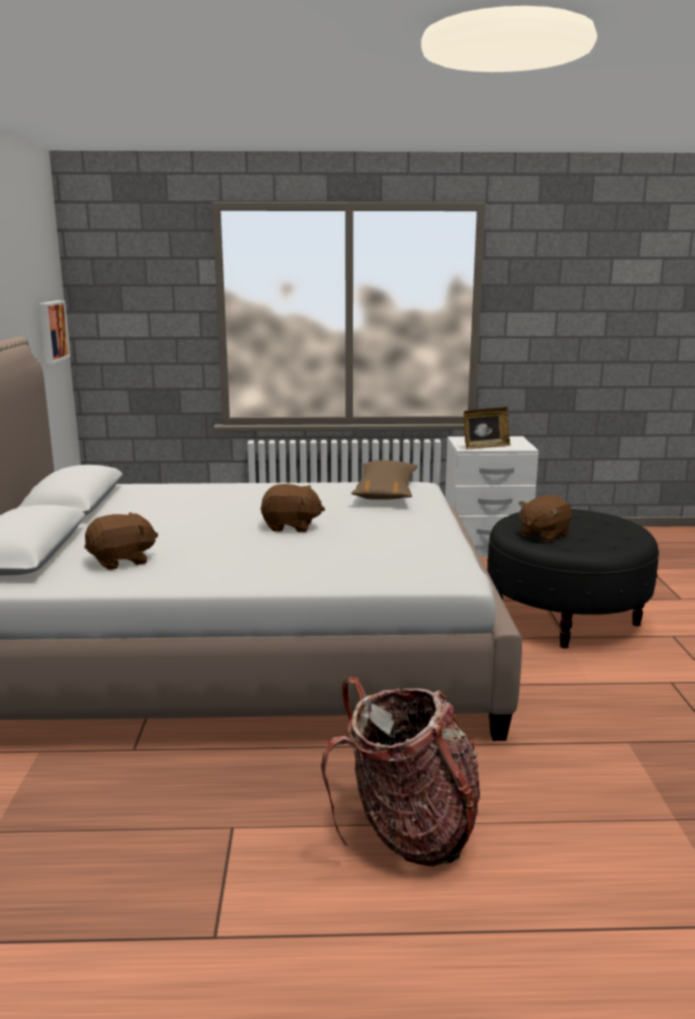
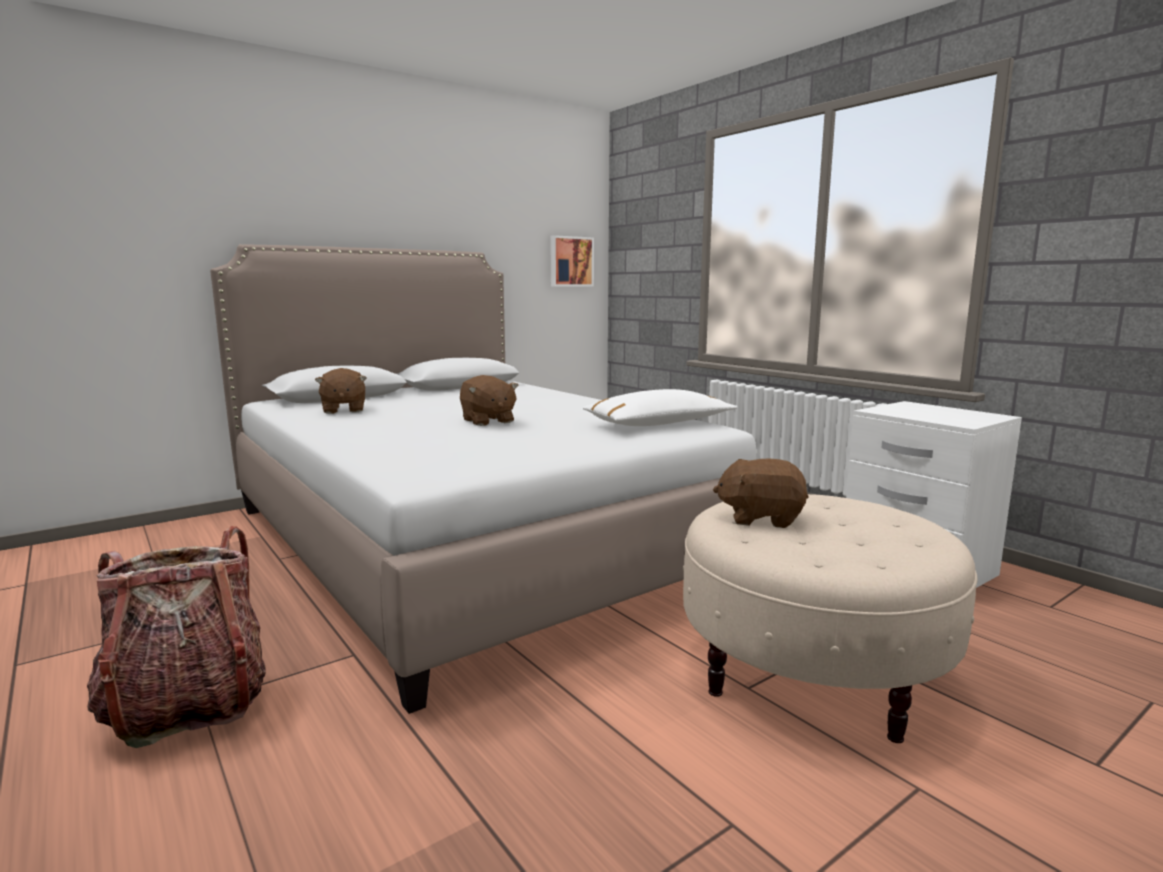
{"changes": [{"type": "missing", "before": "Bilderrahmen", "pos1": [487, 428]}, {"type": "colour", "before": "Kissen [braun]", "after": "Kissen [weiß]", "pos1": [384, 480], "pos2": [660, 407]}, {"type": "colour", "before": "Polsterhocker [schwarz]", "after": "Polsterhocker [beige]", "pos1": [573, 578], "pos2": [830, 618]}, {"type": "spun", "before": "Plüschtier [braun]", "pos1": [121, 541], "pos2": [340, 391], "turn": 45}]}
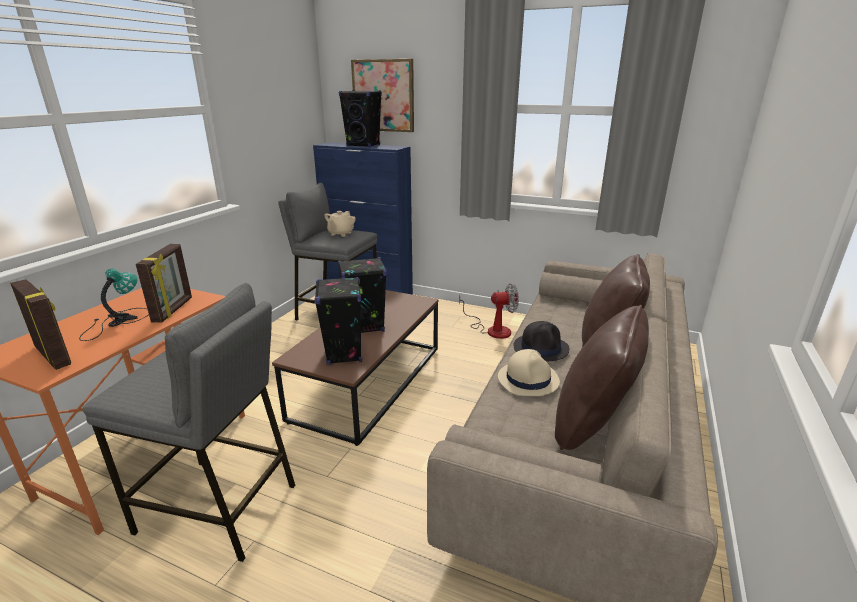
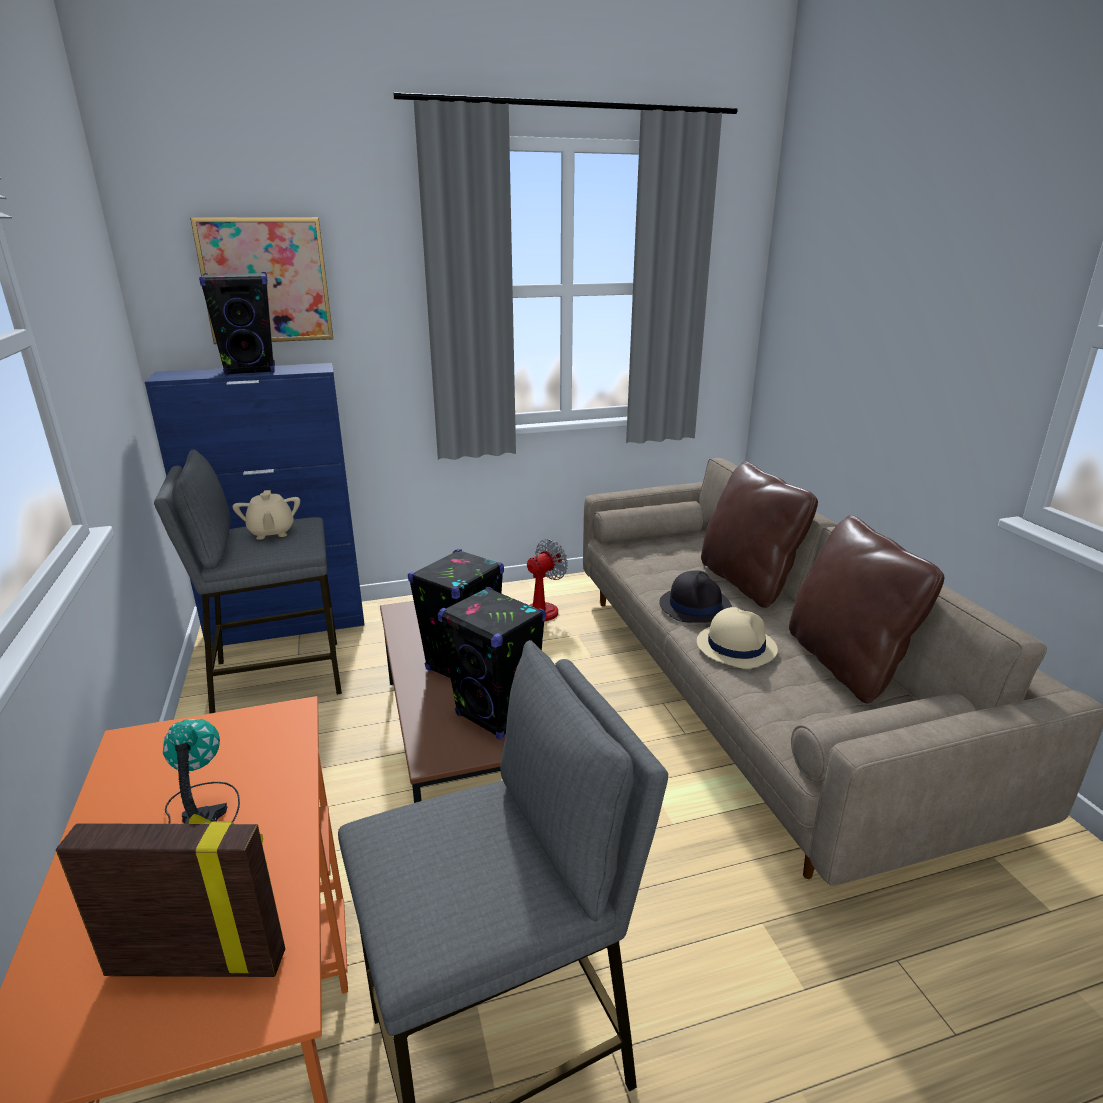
{"changes": [{"type": "missing", "before": "Bilderrahmen", "pos1": [164, 283]}]}
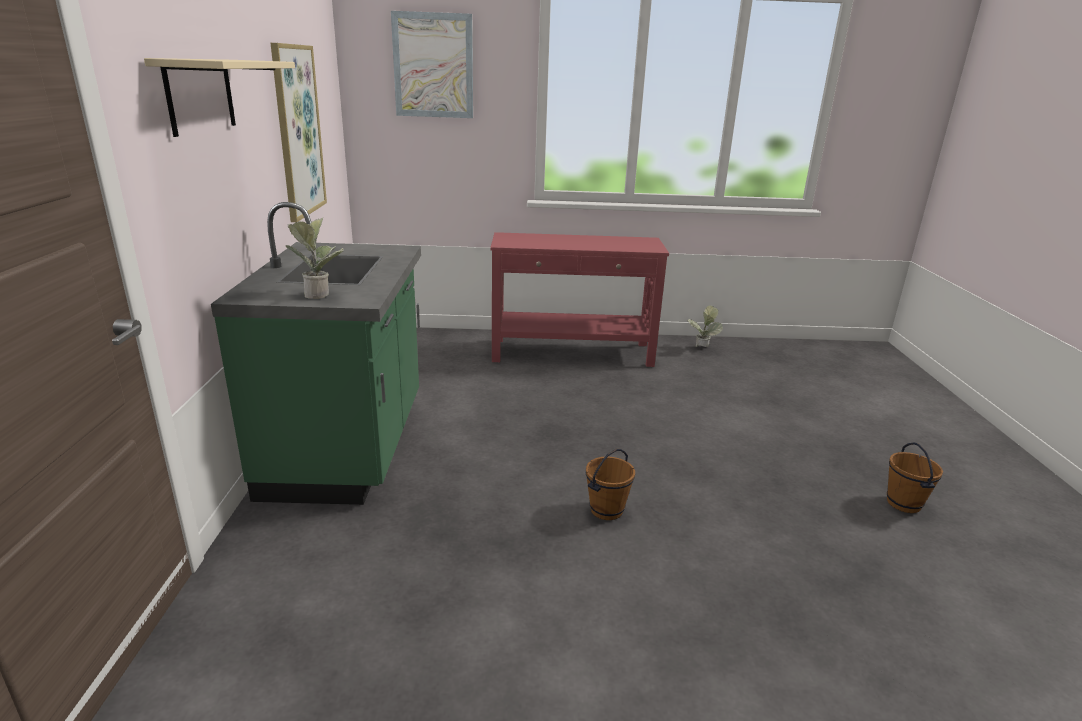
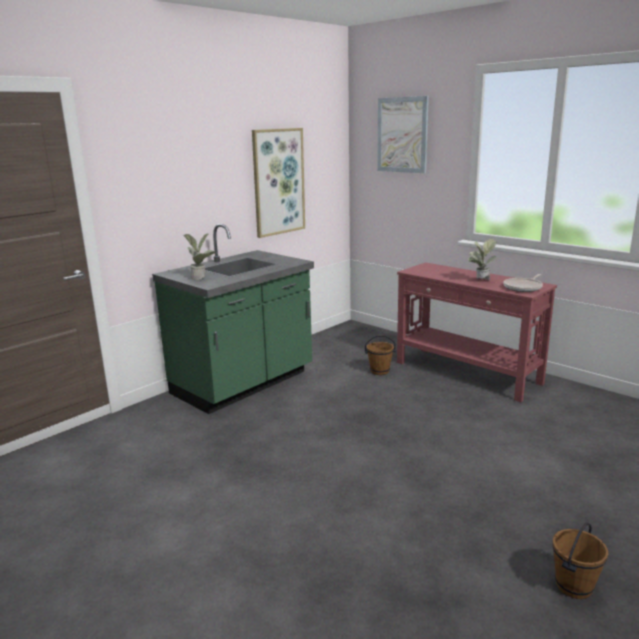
{"changes": [{"type": "missing", "before": "Wandregal [beige]", "pos1": [219, 97]}, {"type": "appeared", "after": "Pfanne", "pos2": [523, 283]}, {"type": "relocated", "before": "Eimer [braun]", "pos1": [610, 484], "pos2": [380, 355]}, {"type": "relocated", "before": "Topfpflanze", "pos1": [705, 326], "pos2": [482, 260]}]}
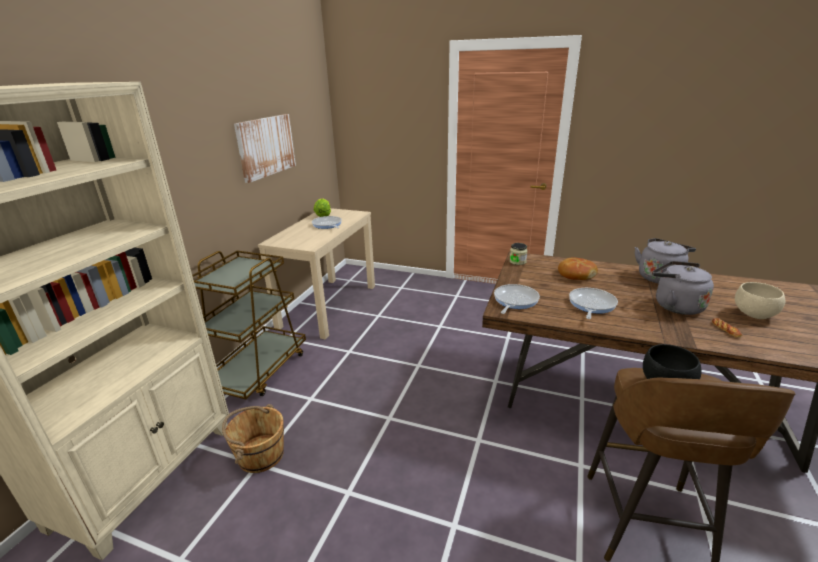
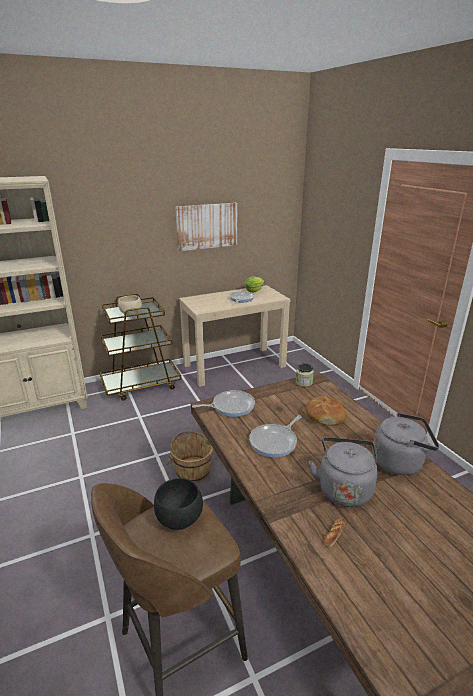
{"changes": [{"type": "relocated", "before": "Eimer [braun]", "pos1": [253, 438], "pos2": [189, 456]}, {"type": "relocated", "before": "Schüssel [beige]", "pos1": [760, 300], "pos2": [130, 305]}, {"type": "spun", "before": "Pfanne", "pos1": [593, 303], "pos2": [275, 436], "turn": 150}]}
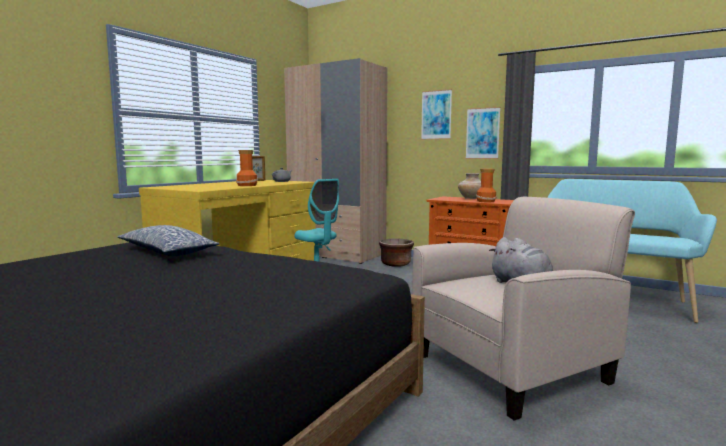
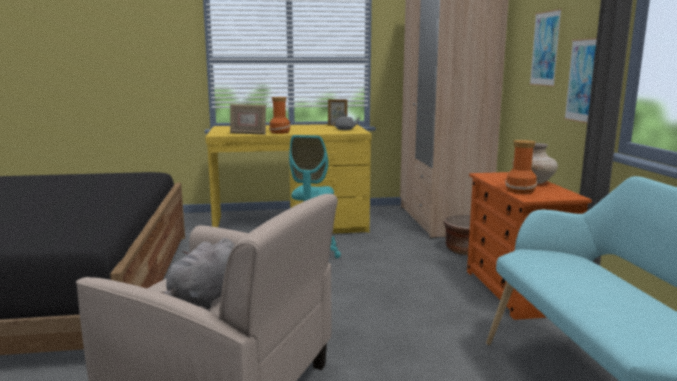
{"changes": [{"type": "missing", "before": "Kissen", "pos1": [168, 240]}, {"type": "appeared", "after": "Bilderrahmen", "pos2": [248, 119]}]}
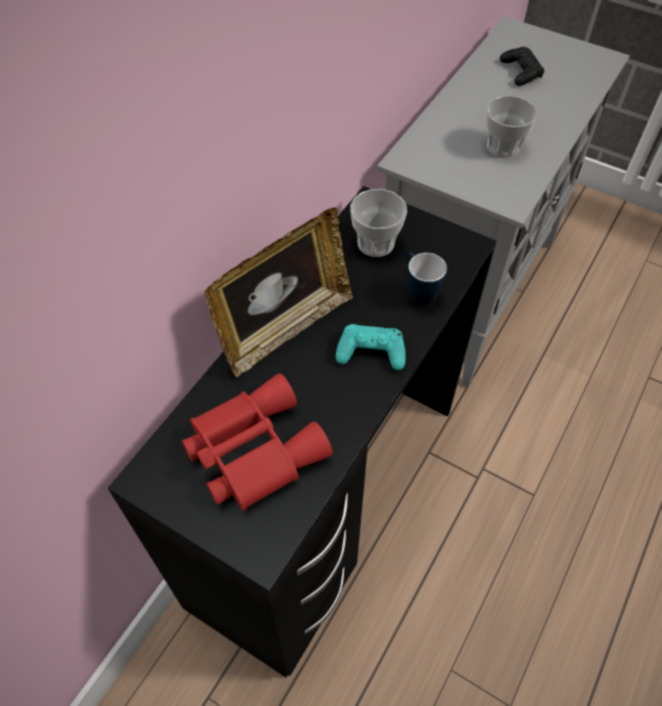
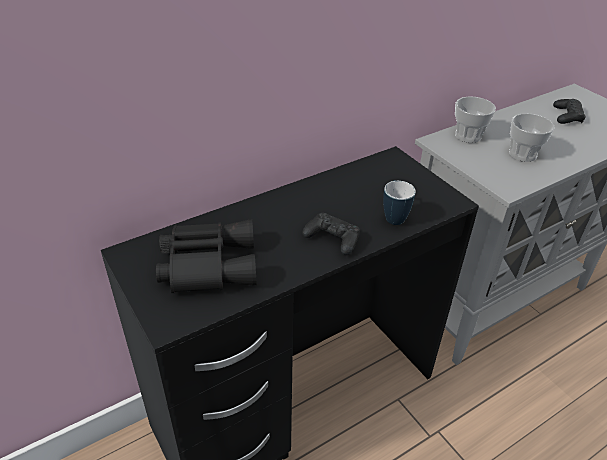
{"changes": [{"type": "missing", "before": "Bilderrahmen", "pos1": [278, 292]}, {"type": "relocated", "before": "Tasse", "pos1": [378, 223], "pos2": [475, 119]}, {"type": "colour", "before": "Fernglas [rot]", "after": "Fernglas [schwarz]", "pos1": [257, 442], "pos2": [206, 256]}, {"type": "colour", "before": "Gamepad [türkis]", "after": "Gamepad [schwarz]", "pos1": [371, 347], "pos2": [331, 234]}]}
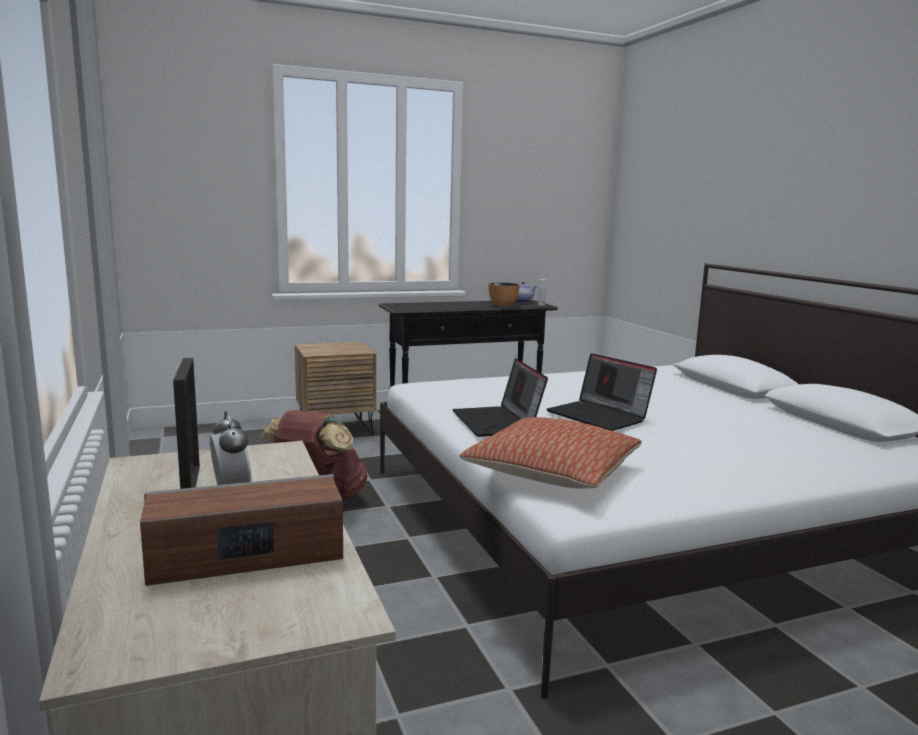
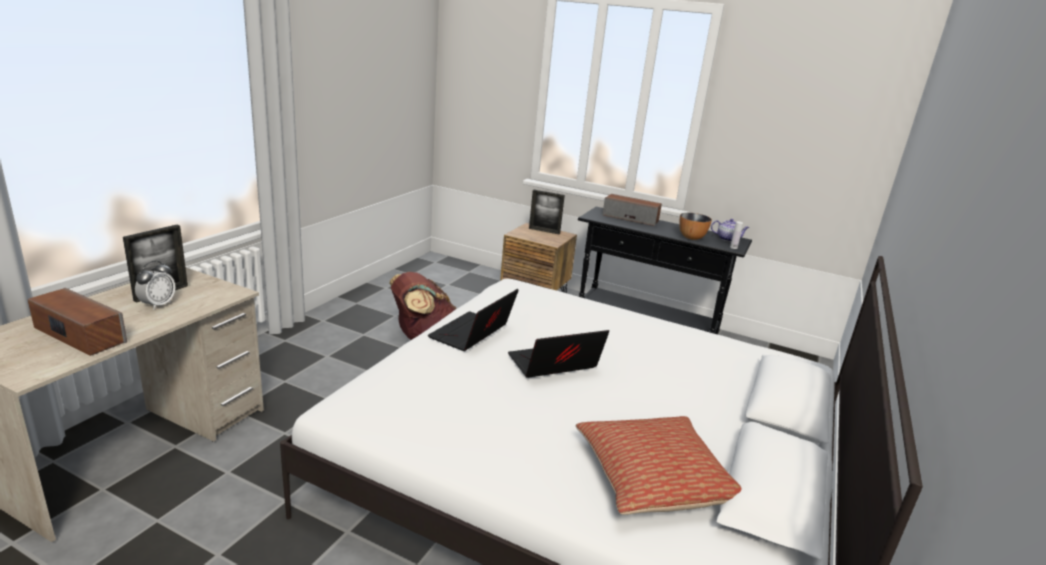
{"changes": [{"type": "appeared", "after": "Bilderrahmen", "pos2": [547, 212]}, {"type": "appeared", "after": "Lautsprecher", "pos2": [632, 210]}, {"type": "relocated", "before": "Kissen", "pos1": [551, 453], "pos2": [659, 465]}, {"type": "spun", "before": "Laptop", "pos1": [602, 392], "pos2": [558, 354], "turn": 60}]}
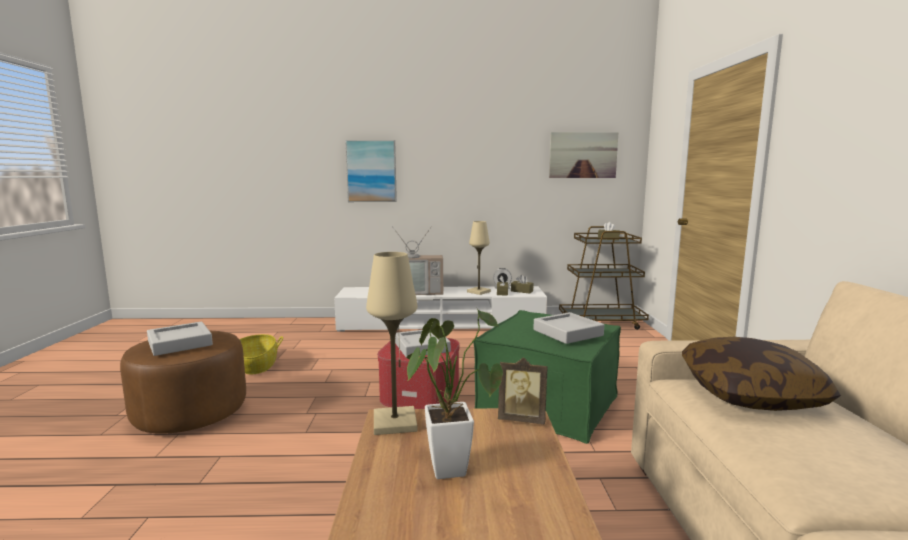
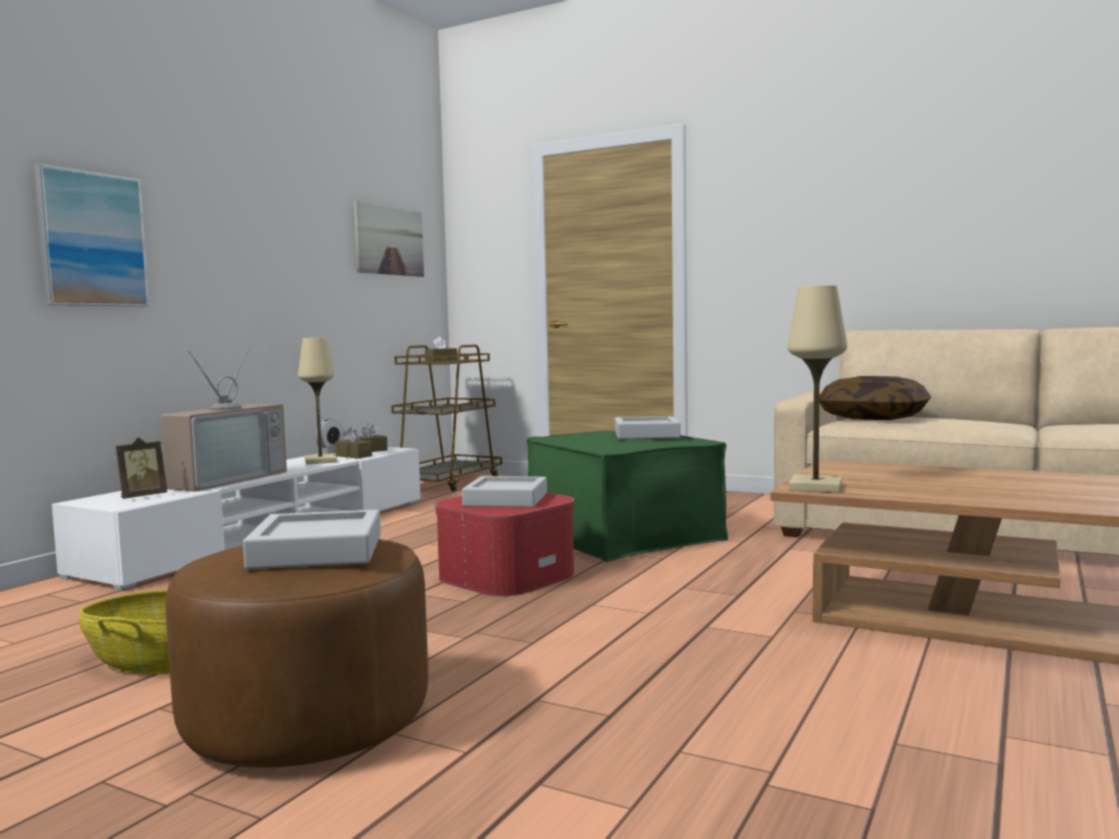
{"changes": [{"type": "missing", "before": "Topfpflanze", "pos1": [454, 394]}, {"type": "relocated", "before": "Bilderrahmen", "pos1": [523, 391], "pos2": [141, 468]}]}
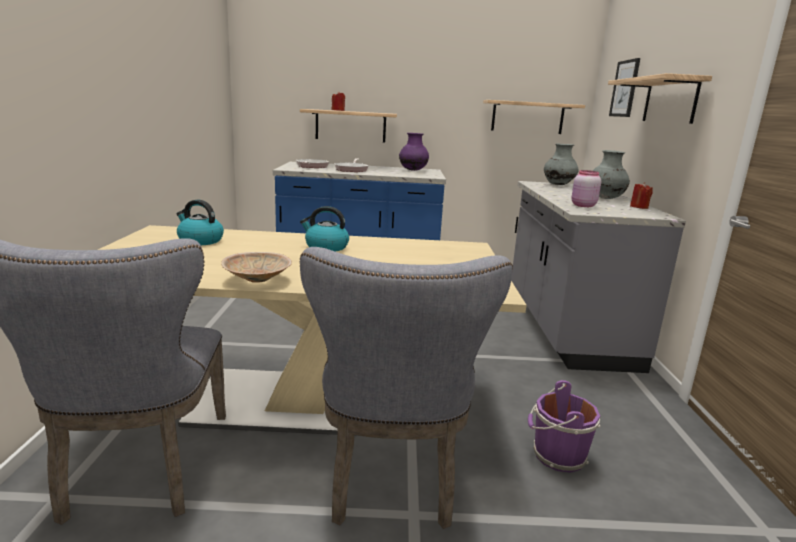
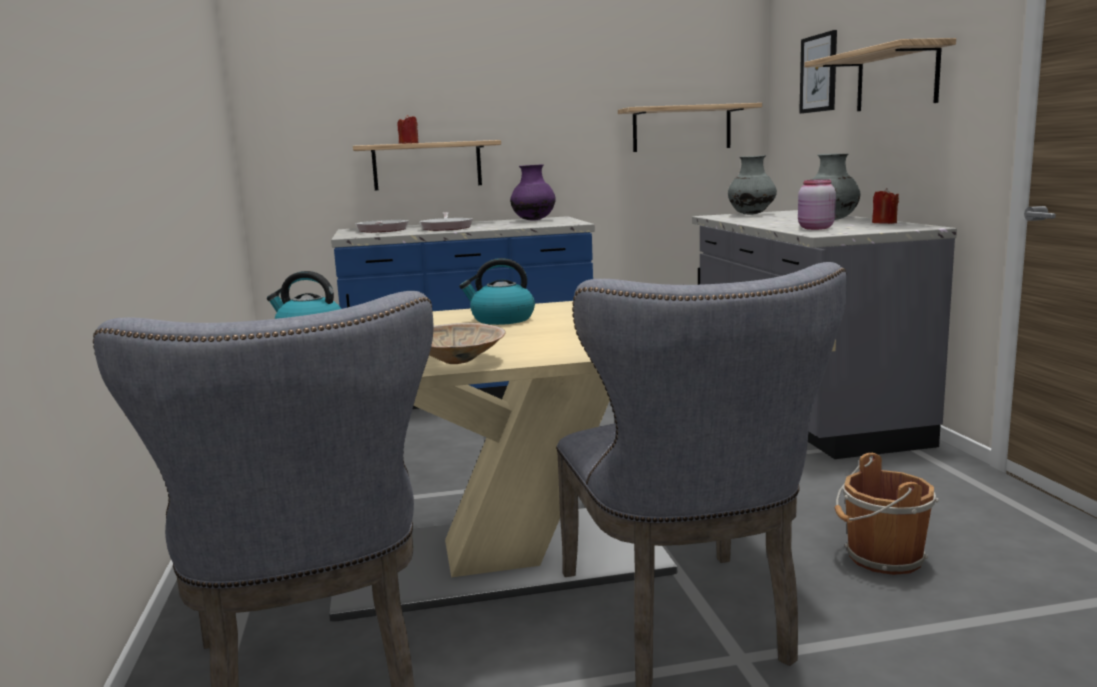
{"changes": [{"type": "colour", "before": "Eimer [lila]", "after": "Eimer [braun]", "pos1": [564, 426], "pos2": [887, 514]}]}
